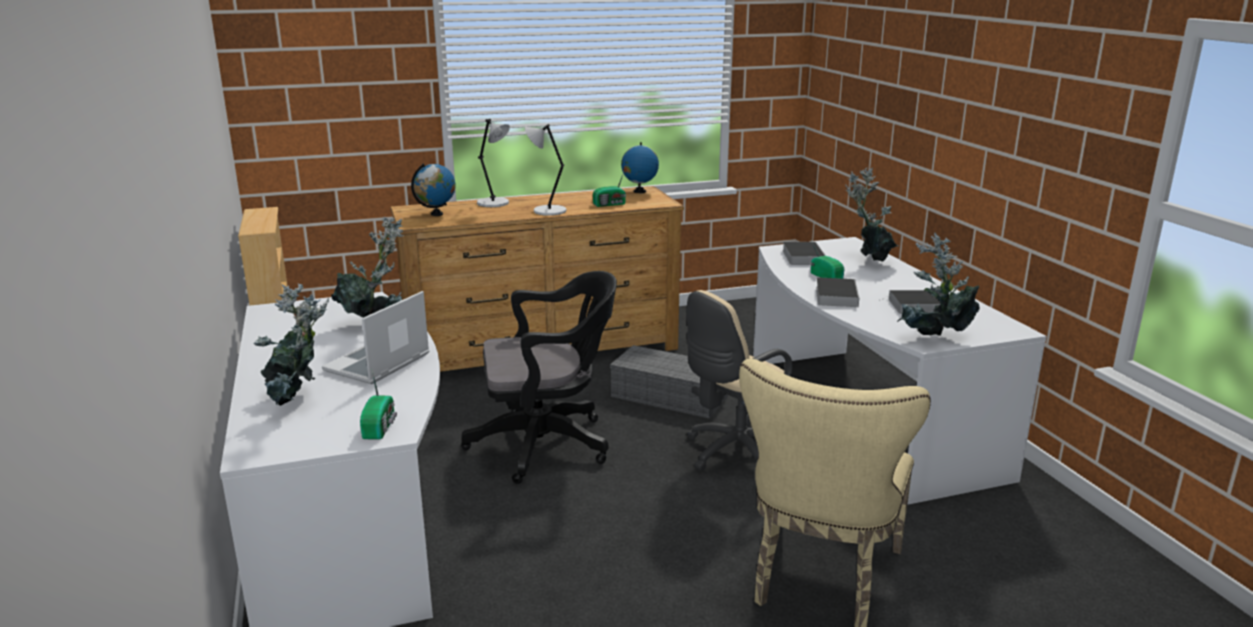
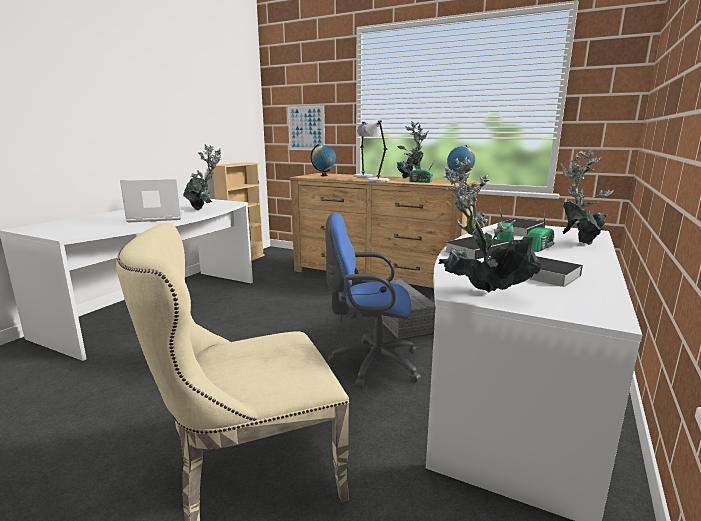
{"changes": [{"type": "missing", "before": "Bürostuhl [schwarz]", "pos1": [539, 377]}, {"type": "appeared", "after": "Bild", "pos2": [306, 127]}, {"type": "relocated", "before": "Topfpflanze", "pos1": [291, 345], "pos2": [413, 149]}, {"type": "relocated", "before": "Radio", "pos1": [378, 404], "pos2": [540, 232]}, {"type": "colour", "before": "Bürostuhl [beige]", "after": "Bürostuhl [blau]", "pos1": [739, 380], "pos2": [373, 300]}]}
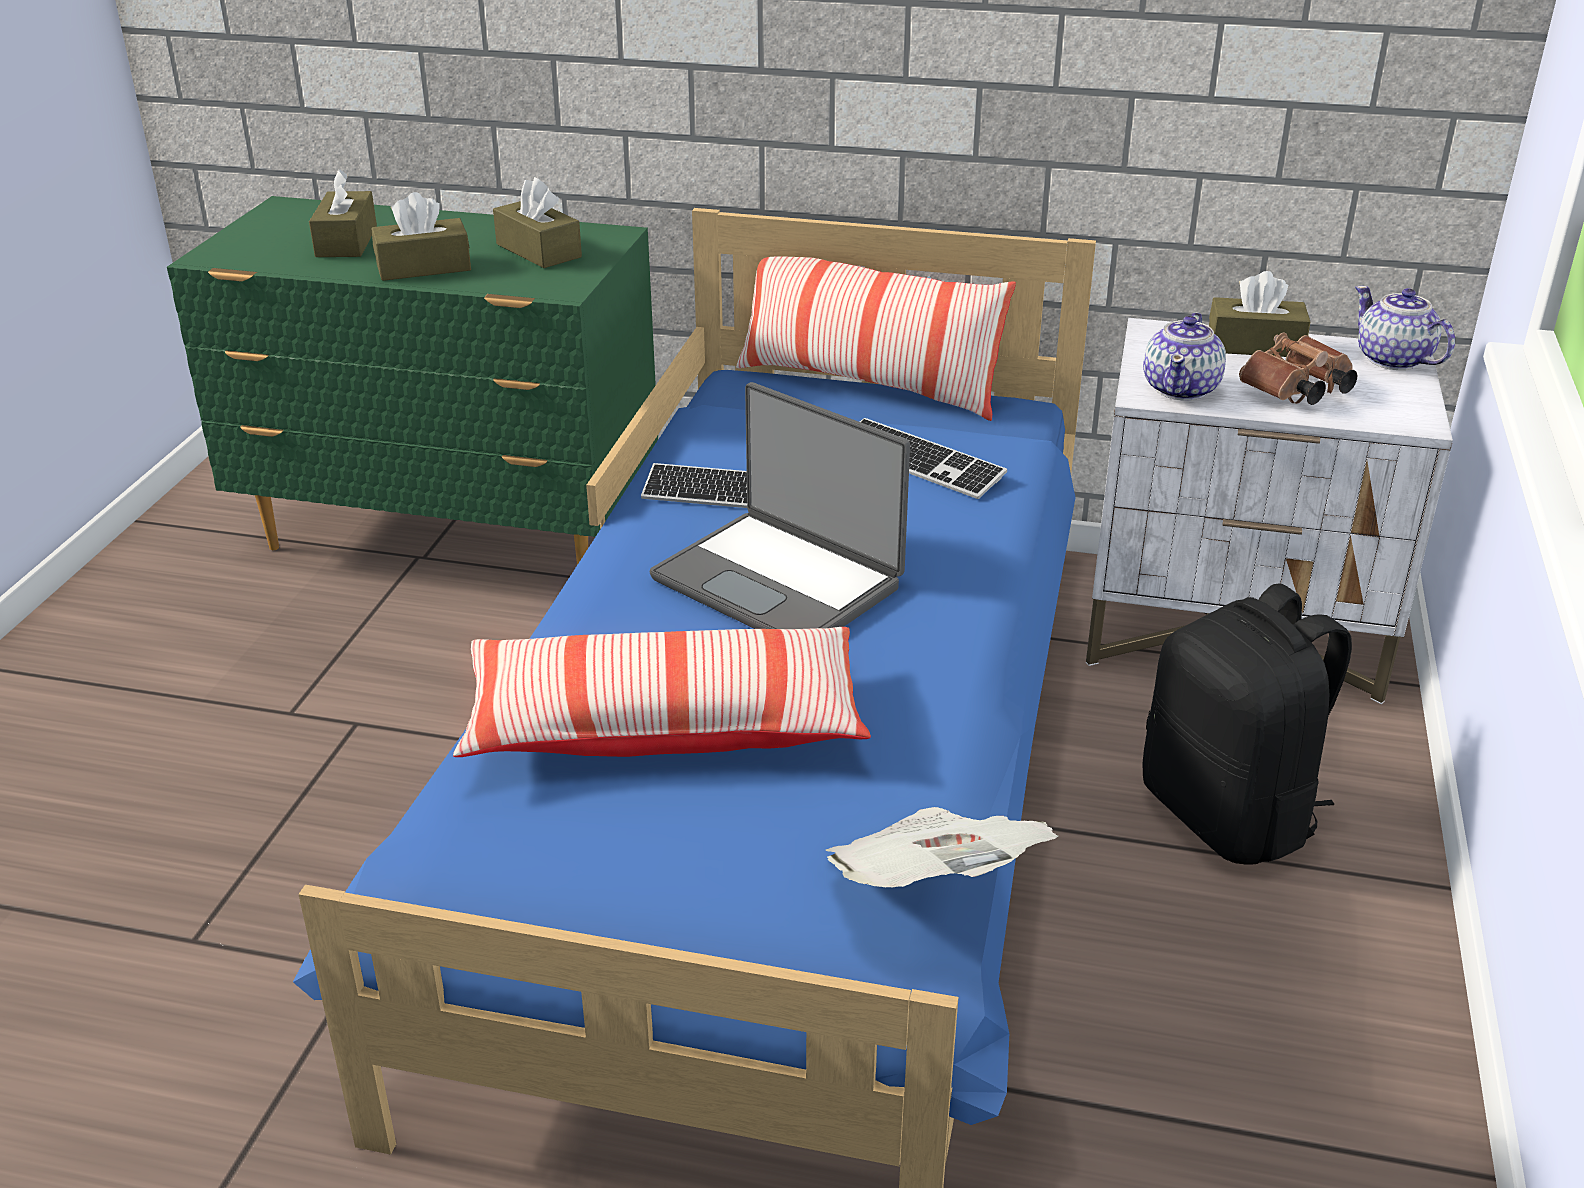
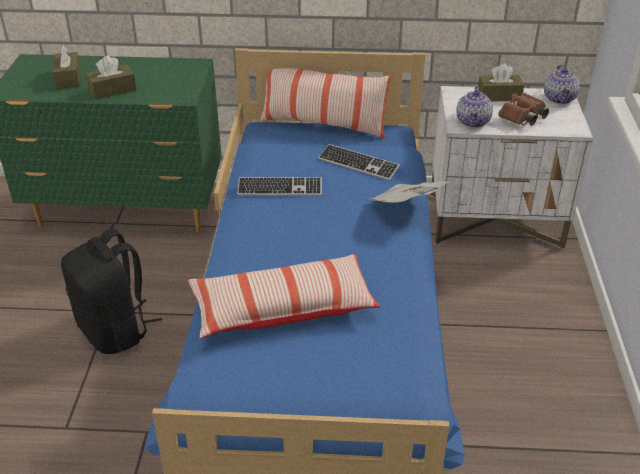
{"changes": [{"type": "missing", "before": "Taschentuchbox [braun]", "pos1": [537, 222]}, {"type": "missing", "before": "Laptop", "pos1": [780, 505]}, {"type": "relocated", "before": "Zeitung", "pos1": [942, 847], "pos2": [409, 192]}, {"type": "relocated", "before": "Rucksack [schwarz]", "pos1": [1247, 724], "pos2": [111, 291]}, {"type": "spun", "before": "Teekanne", "pos1": [1405, 328], "pos2": [562, 84], "turn": -135}]}
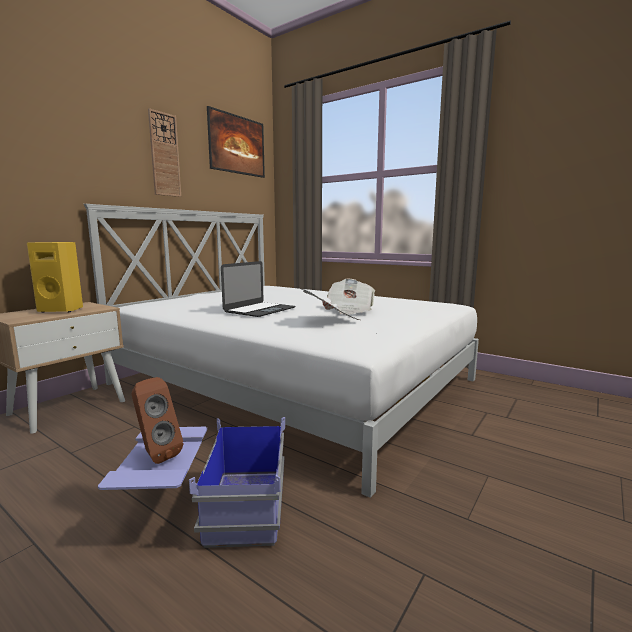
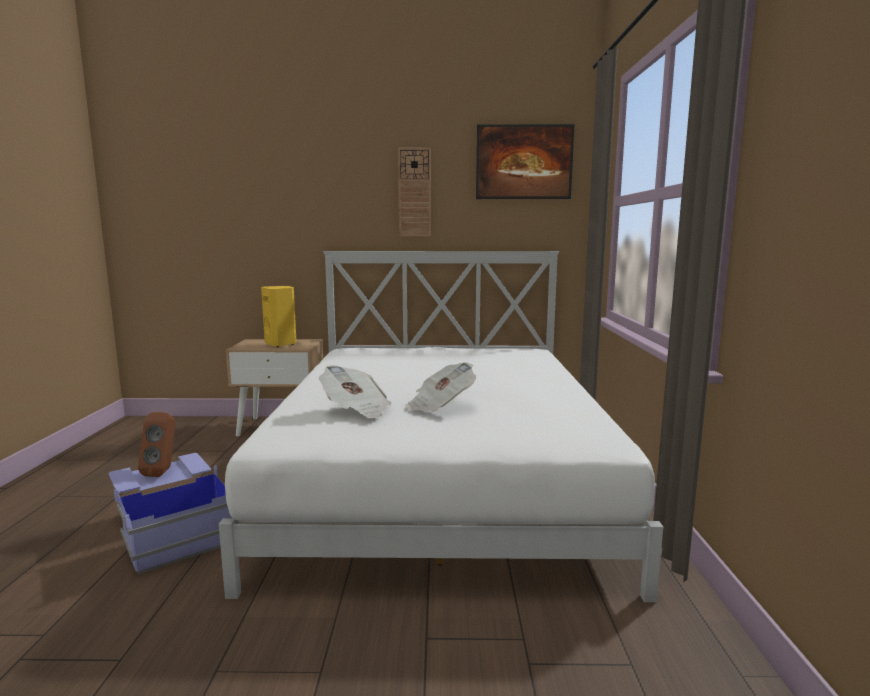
{"changes": [{"type": "missing", "before": "Laptop", "pos1": [258, 289]}]}
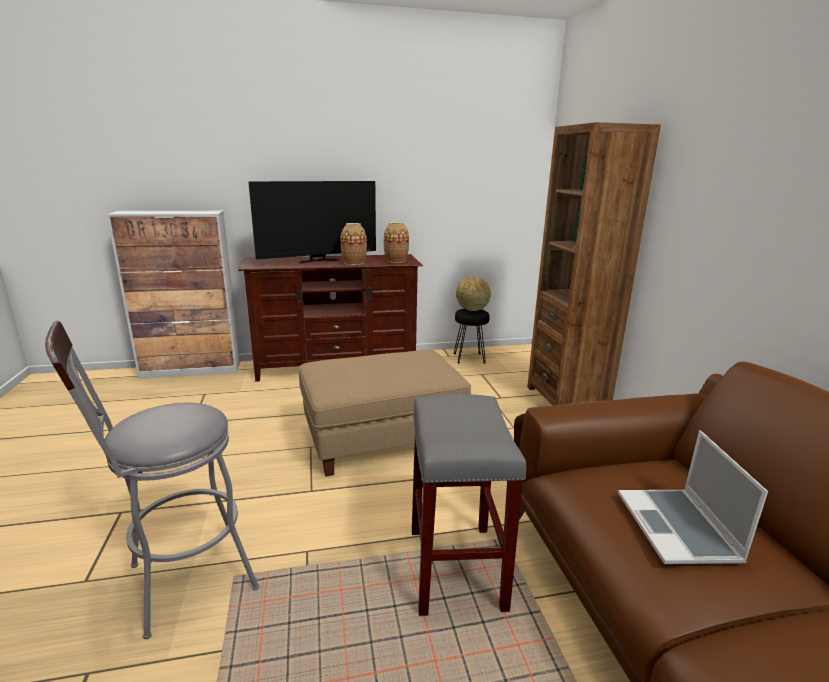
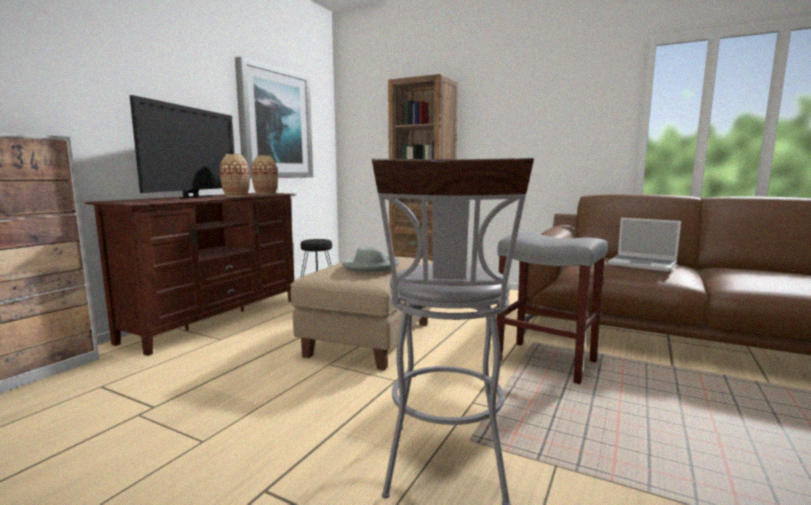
{"changes": [{"type": "missing", "before": "Globus", "pos1": [473, 293]}, {"type": "appeared", "after": "Bild", "pos2": [274, 117]}, {"type": "appeared", "after": "Hut [grau]", "pos2": [370, 259]}]}
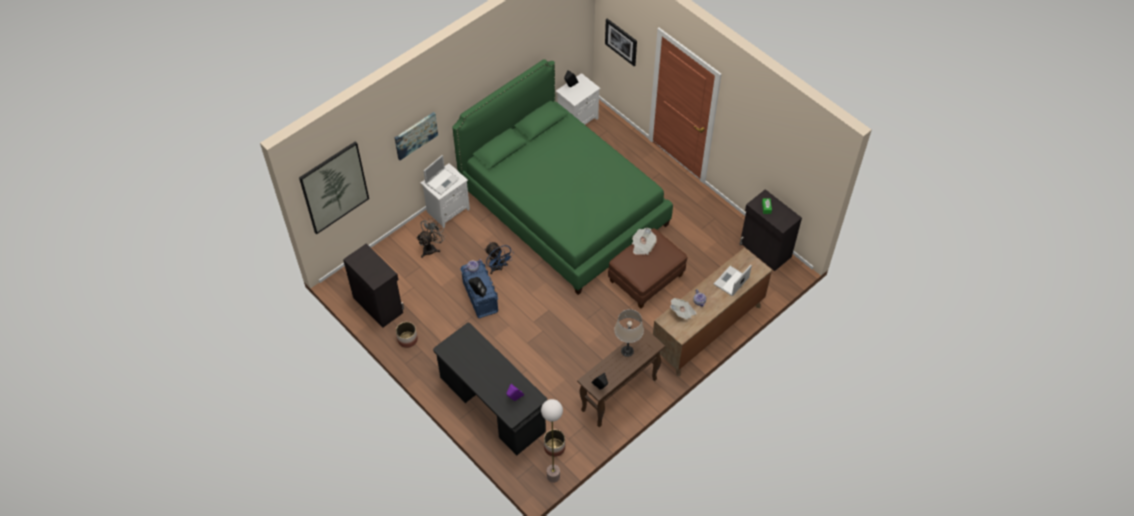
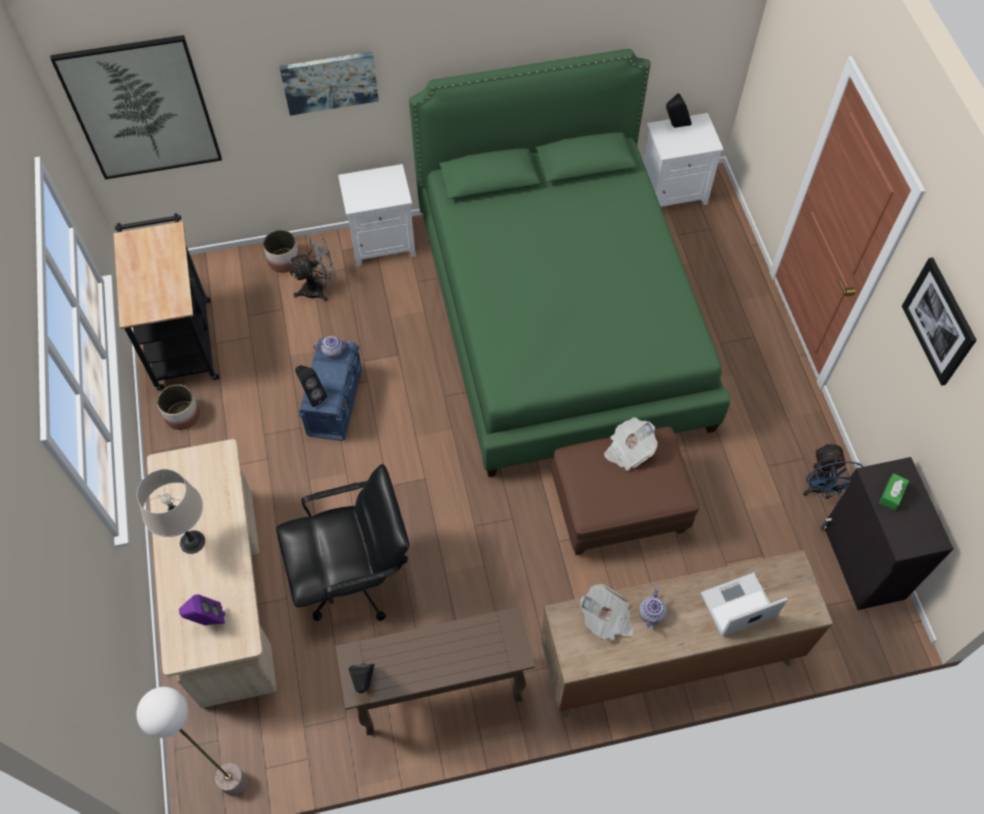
{"changes": [{"type": "missing", "before": "Laptop", "pos1": [441, 175]}, {"type": "appeared", "after": "Bürostuhl [schwarz]", "pos2": [342, 542]}, {"type": "relocated", "before": "Ventilator [blau]", "pos1": [499, 258], "pos2": [833, 470]}, {"type": "relocated", "before": "Pflanzkübel", "pos1": [554, 443], "pos2": [281, 251]}, {"type": "relocated", "before": "Bild", "pos1": [621, 42], "pos2": [939, 321]}, {"type": "relocated", "before": "Tischlampe [beige]", "pos1": [629, 333], "pos2": [171, 511]}, {"type": "exchanged", "before": "Schrank [schwarz]", "after": "Rollwagen [schwarz]", "pos1": [373, 285], "pos2": [167, 302]}, {"type": "colour", "before": "Schreibtisch [schwarz]", "after": "Schreibtisch [beige]", "pos1": [490, 389], "pos2": [212, 573]}]}
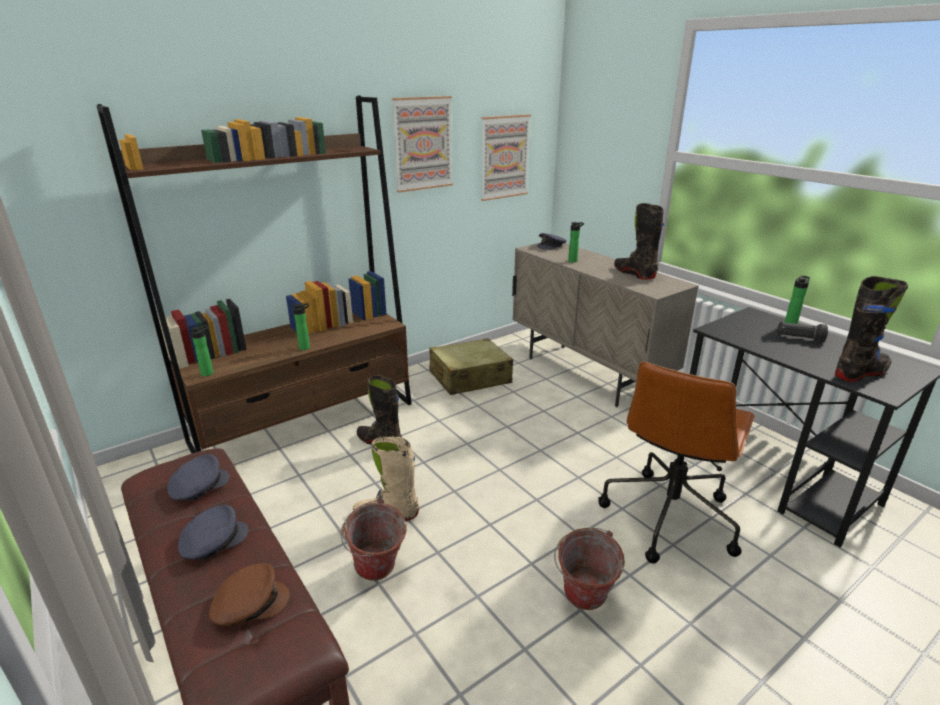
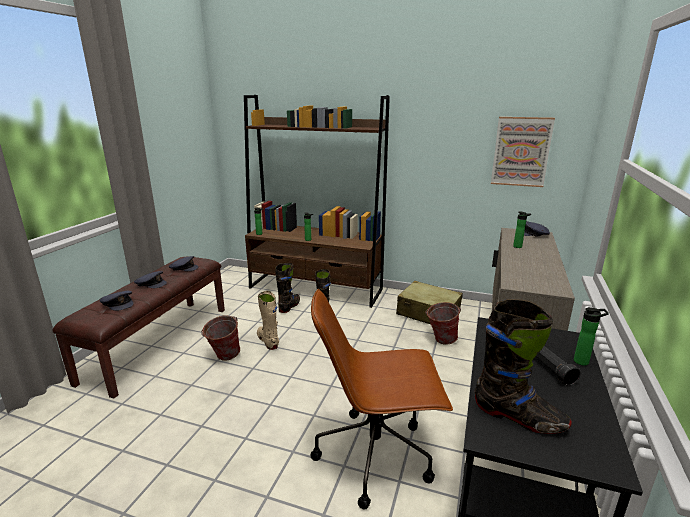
{"changes": [{"type": "missing", "before": "Bild", "pos1": [422, 144]}, {"type": "relocated", "before": "Eimer", "pos1": [589, 568], "pos2": [443, 323]}, {"type": "relocated", "before": "Stiefel [schwarz]", "pos1": [639, 241], "pos2": [288, 288]}, {"type": "colour", "before": "Kappe [braun]", "after": "Kappe [grau]", "pos1": [249, 595], "pos2": [117, 301]}]}
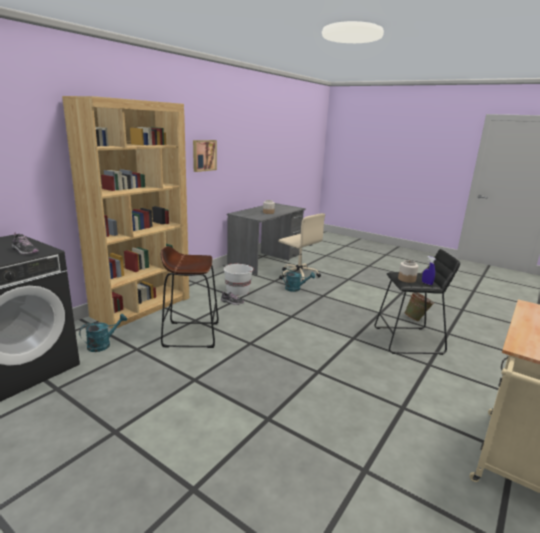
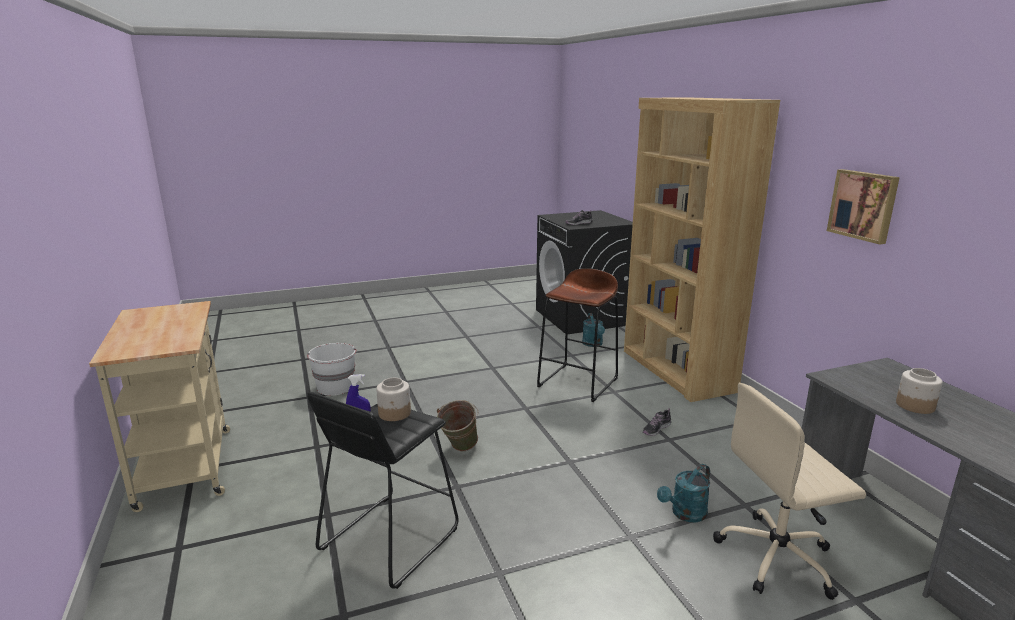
{"changes": [{"type": "relocated", "before": "Eimer [weiß]", "pos1": [239, 280], "pos2": [331, 369]}, {"type": "relocated", "before": "Eimer [grün]", "pos1": [419, 306], "pos2": [457, 425]}]}
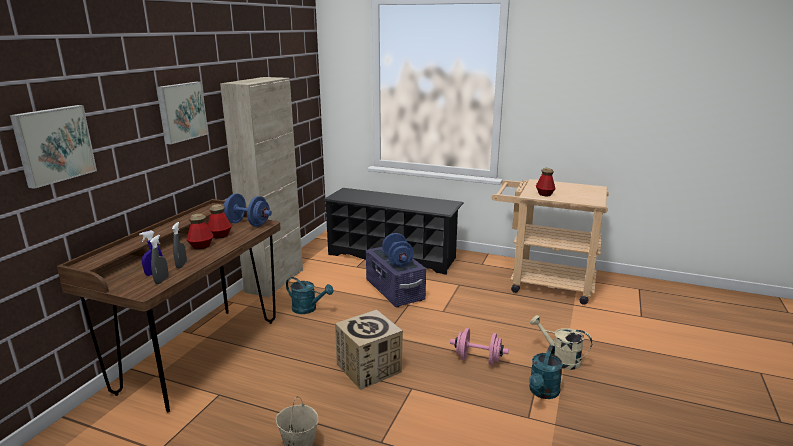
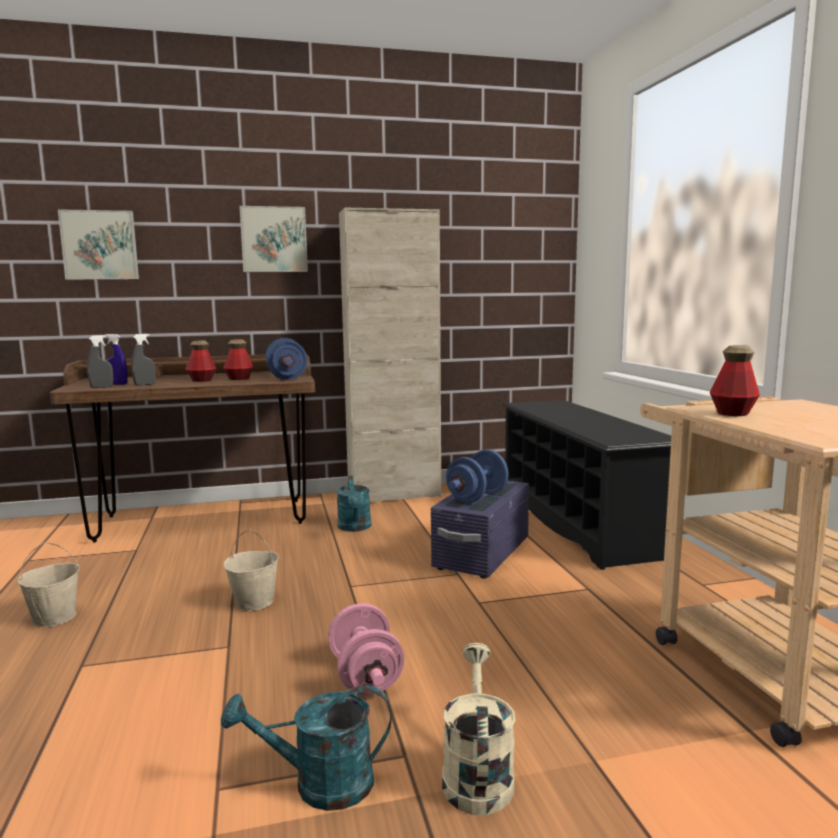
{"changes": [{"type": "exchanged", "before": "Karton", "after": "Eimer [beige]", "pos1": [369, 350], "pos2": [251, 570]}]}
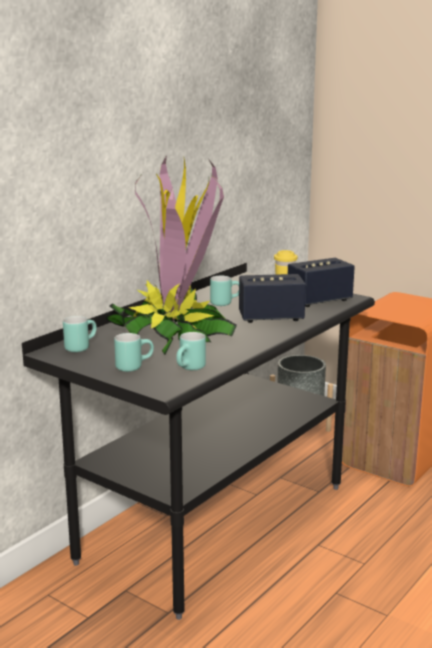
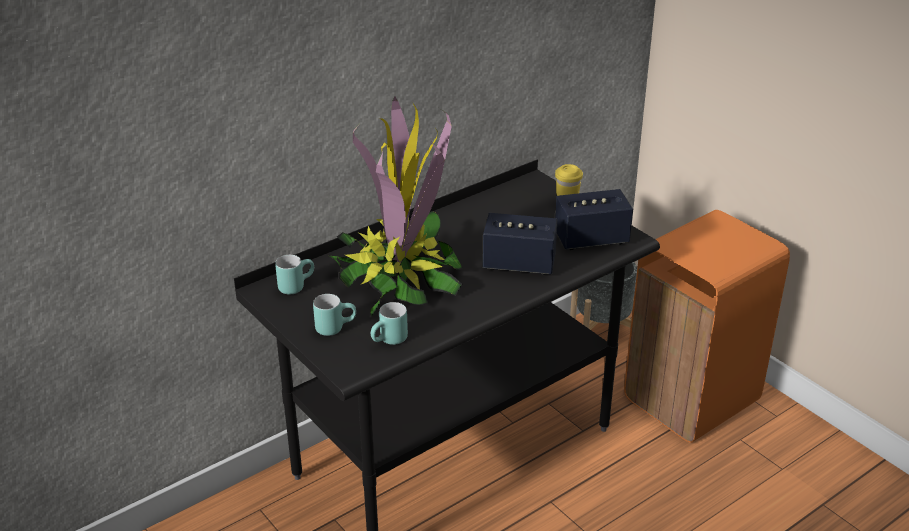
{"changes": [{"type": "missing", "before": "Henkelbecher [türkis]", "pos1": [224, 291]}]}
